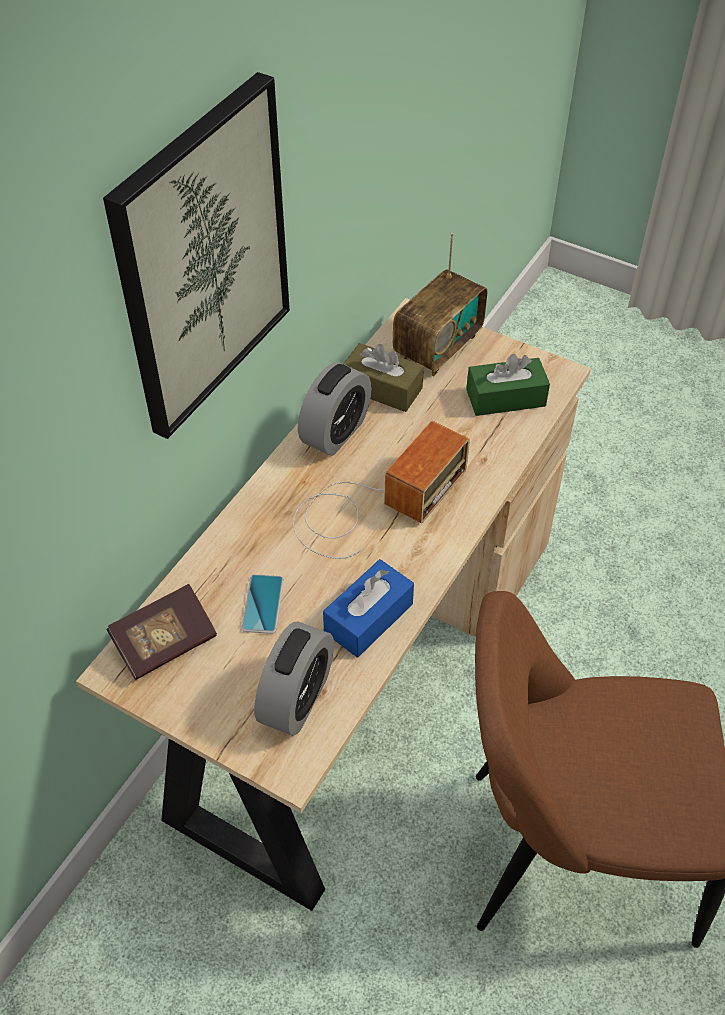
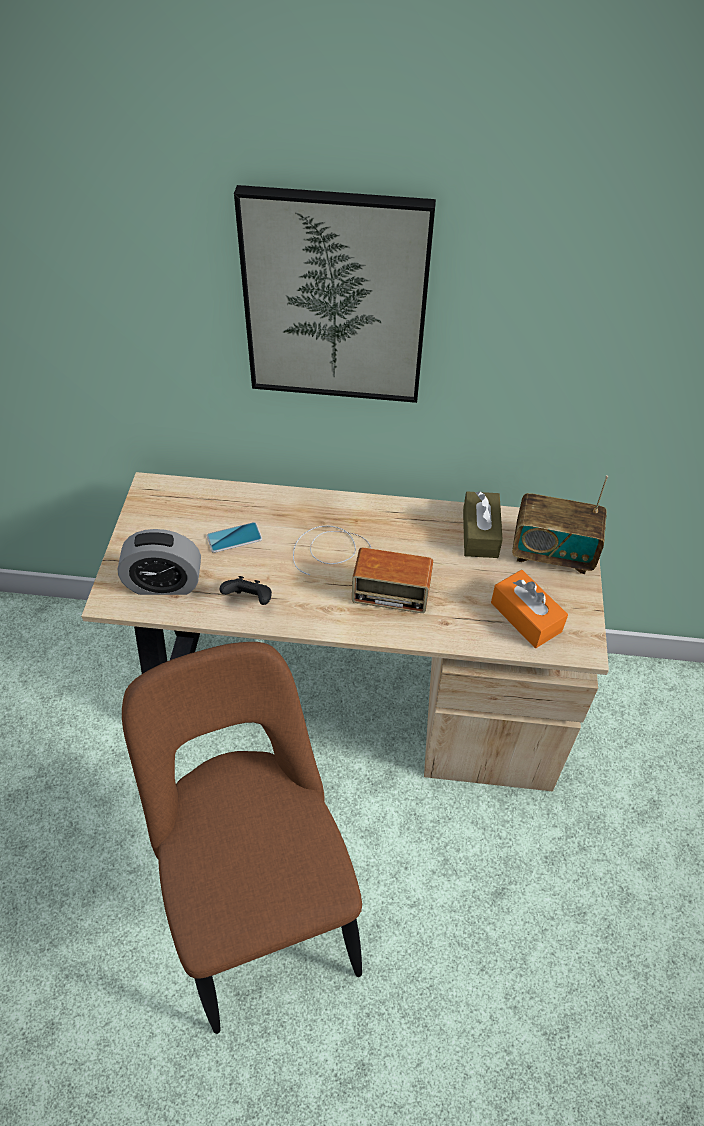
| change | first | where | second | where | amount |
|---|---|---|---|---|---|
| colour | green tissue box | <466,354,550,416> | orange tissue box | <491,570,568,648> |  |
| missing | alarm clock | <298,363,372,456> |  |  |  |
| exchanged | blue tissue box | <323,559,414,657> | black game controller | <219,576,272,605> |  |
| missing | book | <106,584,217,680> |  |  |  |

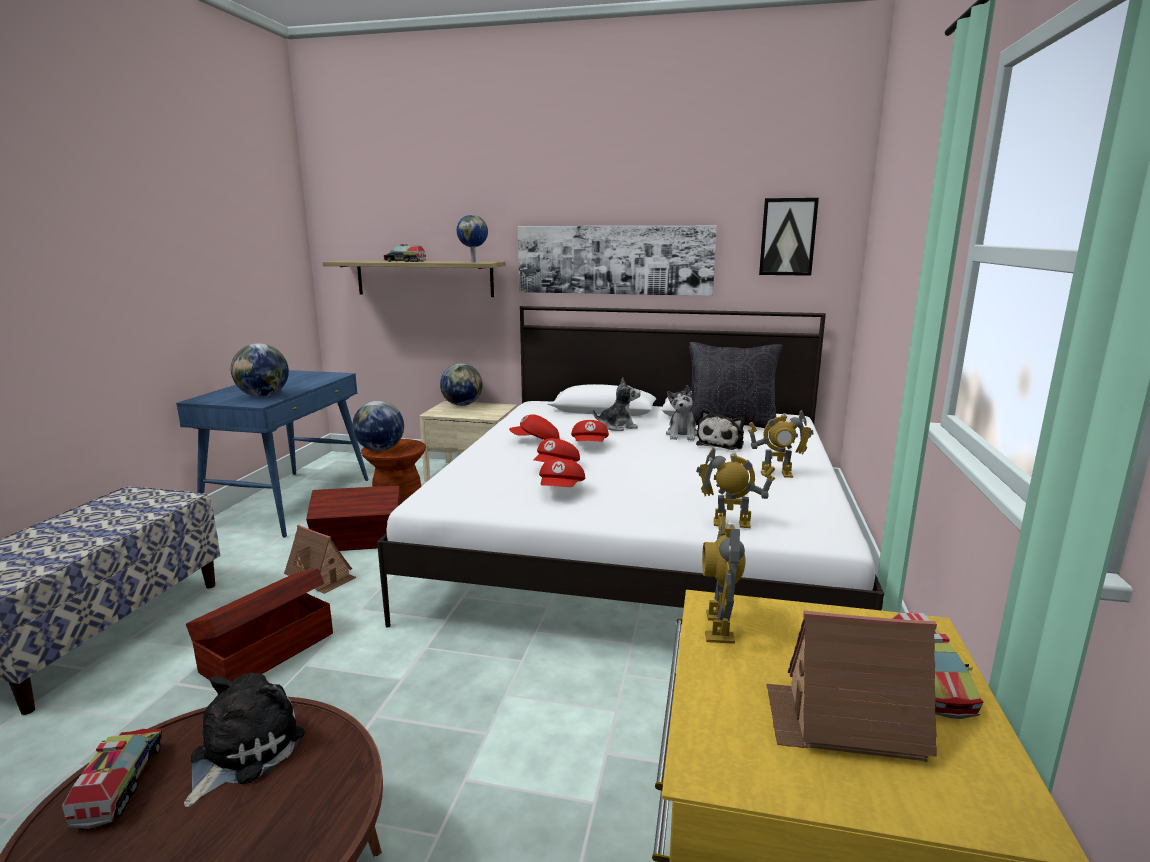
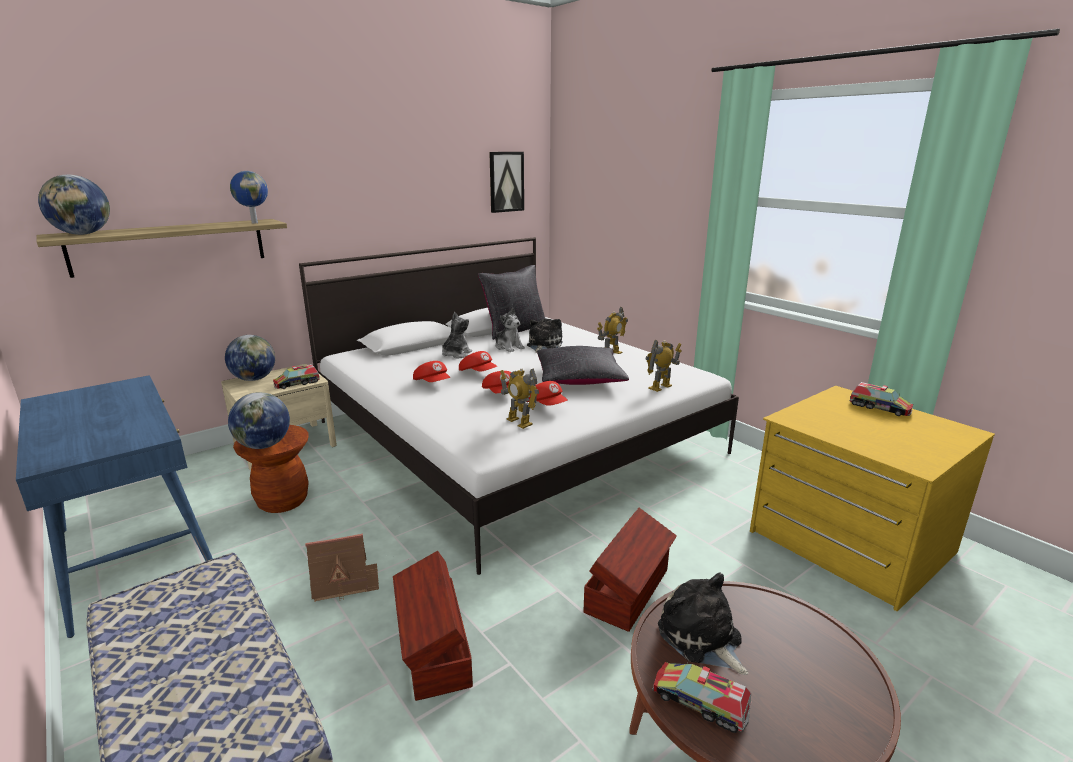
| change | first | where | second | where | amount |
|---|---|---|---|---|---|
| missing | picture | <518,226,717,296> |  |  |  |
| relocated | toy truck | <384,244,426,262> |  | <273,364,320,389> |  |
| relocated | globe | <231,343,289,397> |  | <38,175,110,235> |  |
| spun | plush toy | <696,409,744,450> |  | <527,319,563,353> | 135 degrees counterclockwise |
| spun | red cap | <509,414,560,440> |  | <413,361,450,382> | 75 degrees counterclockwise |
| relocated | brown storage box | <306,485,401,551> |  | <584,508,677,632> |  |
| relocated | toy robot | <702,516,745,644> |  | <500,368,539,429> |  |
| missing | toy house | <767,610,937,762> |  |  |  |
| appeared |  |  | black pillow | <537,346,629,385> |  |

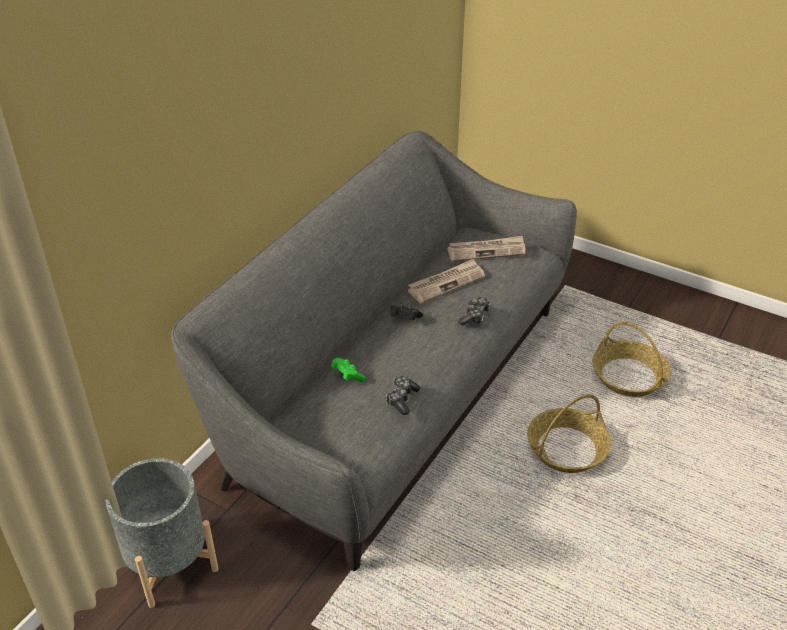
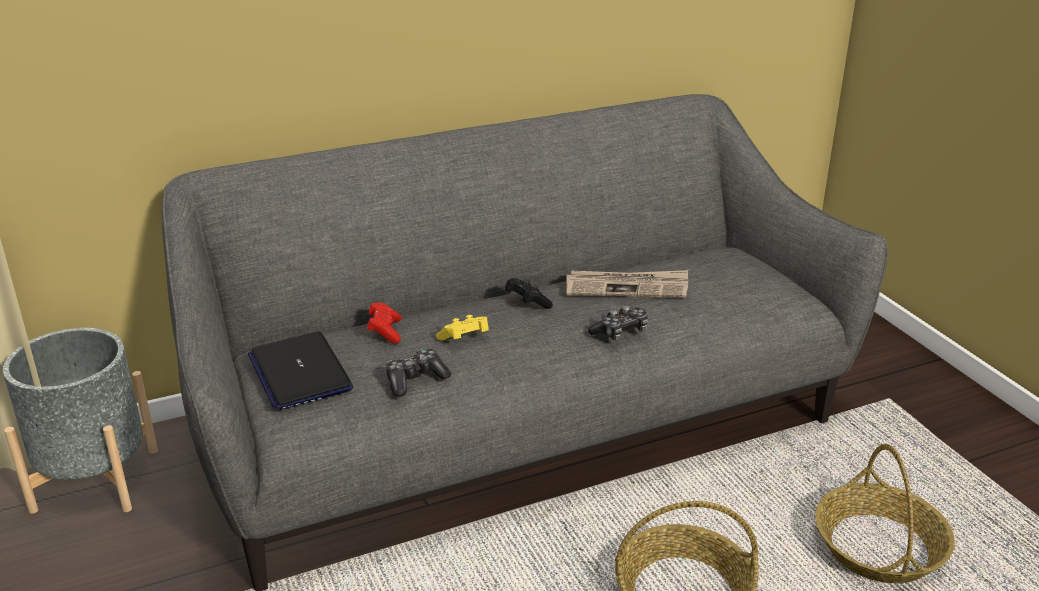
| change | first | where | second | where | amount |
|---|---|---|---|---|---|
| missing | newspaper | <447,236,525,262> |  |  |  |
| colour | green game controller | <331,358,366,382> | red game controller | <367,303,402,344> |  |
| appeared |  |  | yellow game controller | <436,315,489,340> |  |
| appeared |  |  | laptop | <248,331,353,410> |  |

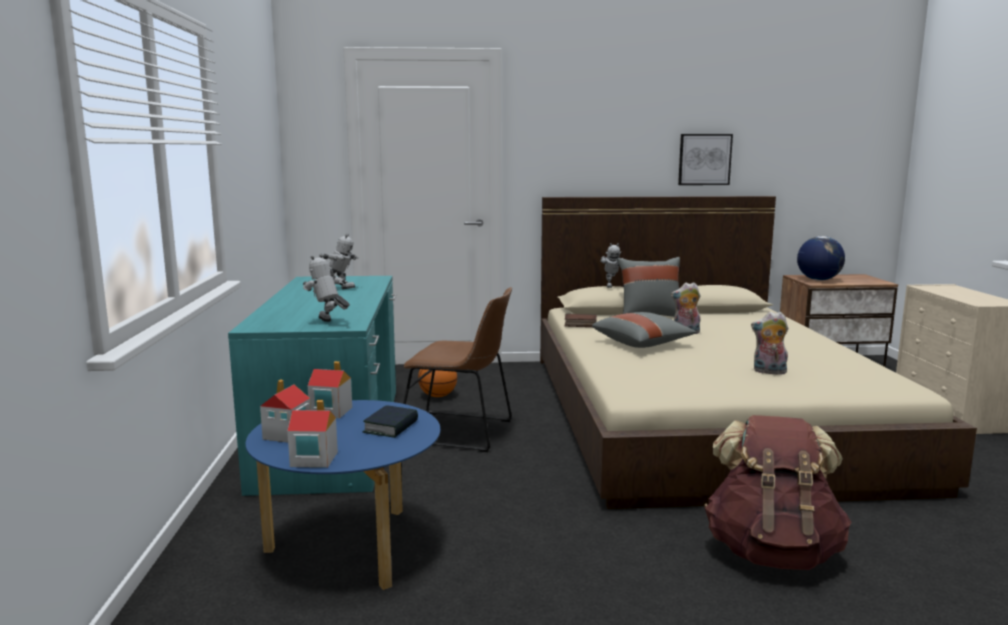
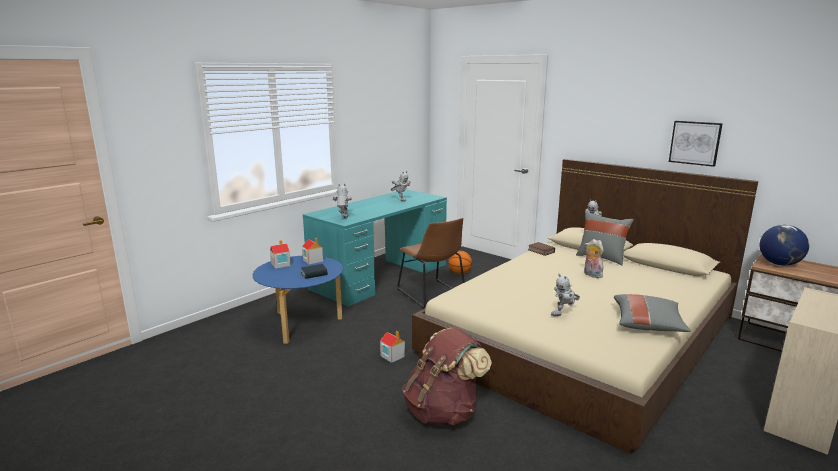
| change | first | where | second | where | amount |
|---|---|---|---|---|---|
| relocated | grey pillow | <592,312,696,348> |  | <614,294,691,332> |  |
| exchanged | plush toy | <751,312,789,375> | toy robot | <551,274,580,316> |  |
| relocated | toy house | <287,400,338,468> |  | <380,331,405,363> |  |

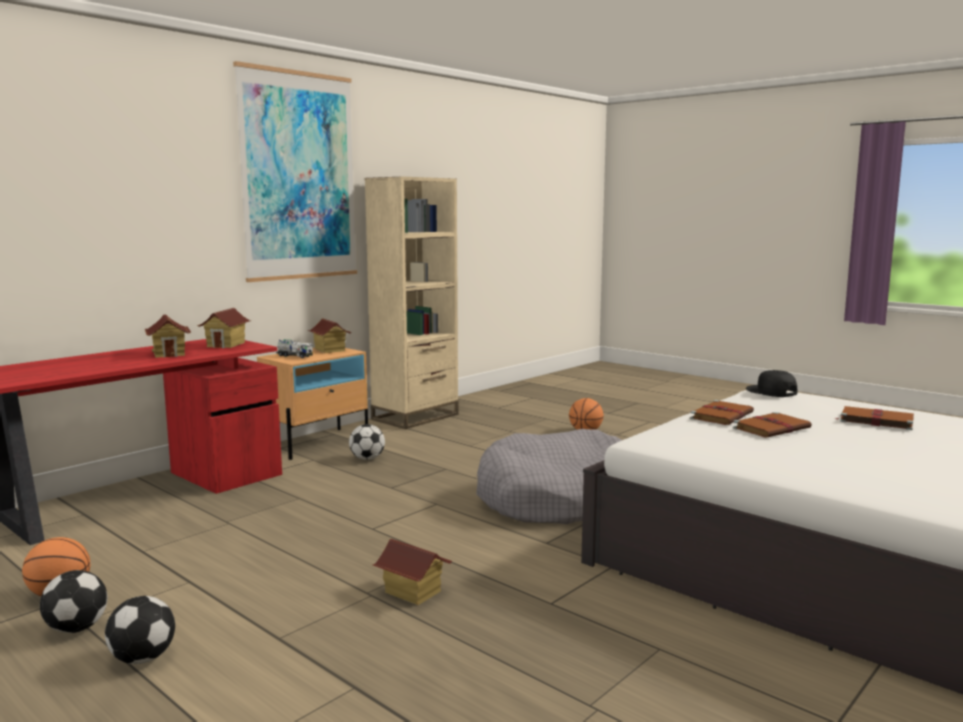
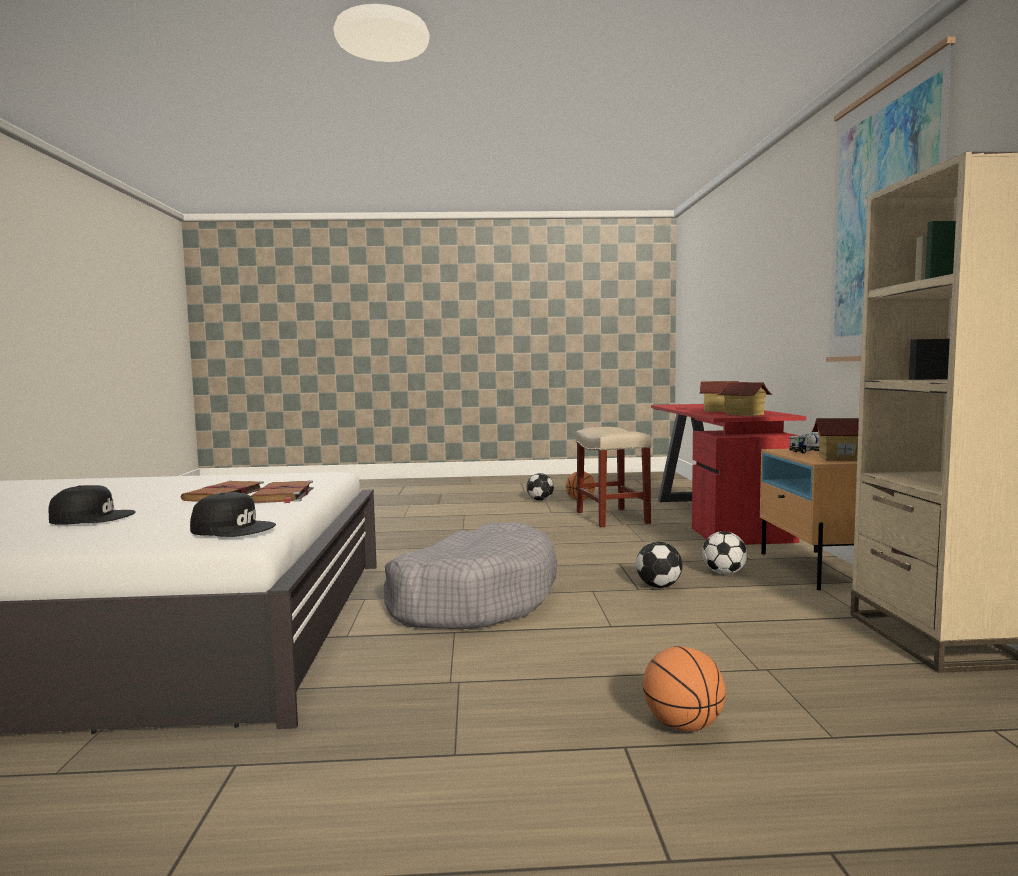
| change | first | where | second | where | amount |
|---|---|---|---|---|---|
| exchanged | brown book | <836,406,914,430> | black cap | <48,485,136,525> |  |
| missing | toy house | <373,539,452,605> |  |  |  |
| relocated | football | <105,596,175,664> |  | <636,542,683,588> |  |
| appeared |  |  | beige stool | <576,427,652,527> |  |

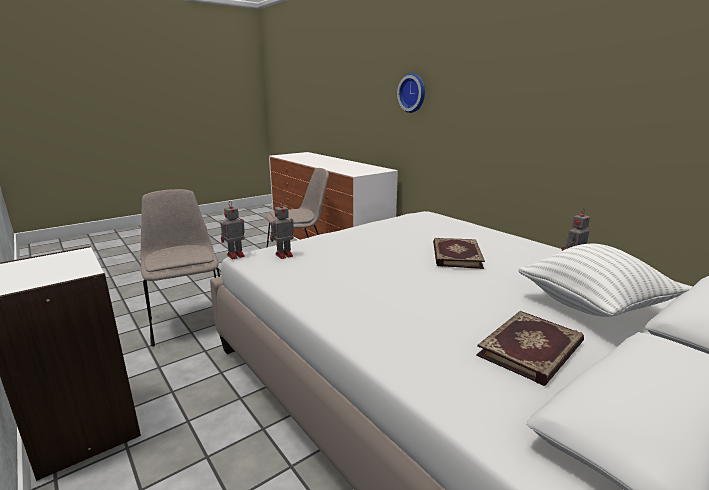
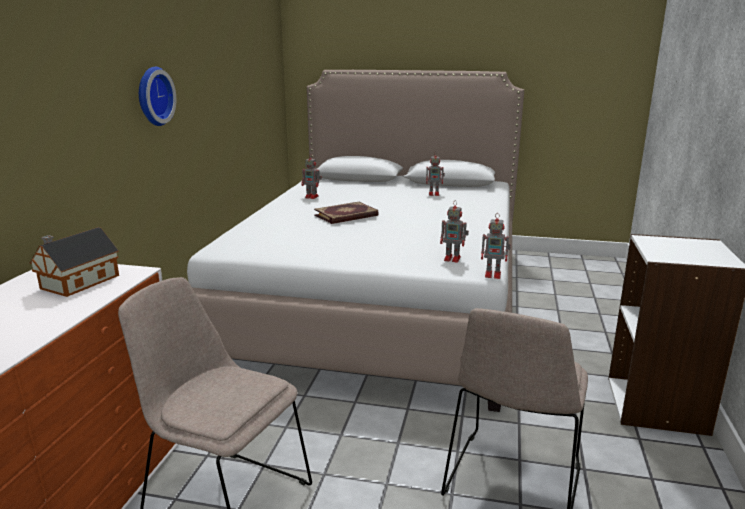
| change | first | where | second | where | amount |
|---|---|---|---|---|---|
| relocated | wall clock | <397,73,425,113> |  | <139,67,176,126> |  |
| missing | white pillow | <519,244,689,317> |  |  |  |
| exchanged | book | <476,311,584,386> | toy robot | <426,152,445,196> |  |
| appeared |  |  | toy house | <29,227,119,297> |  |

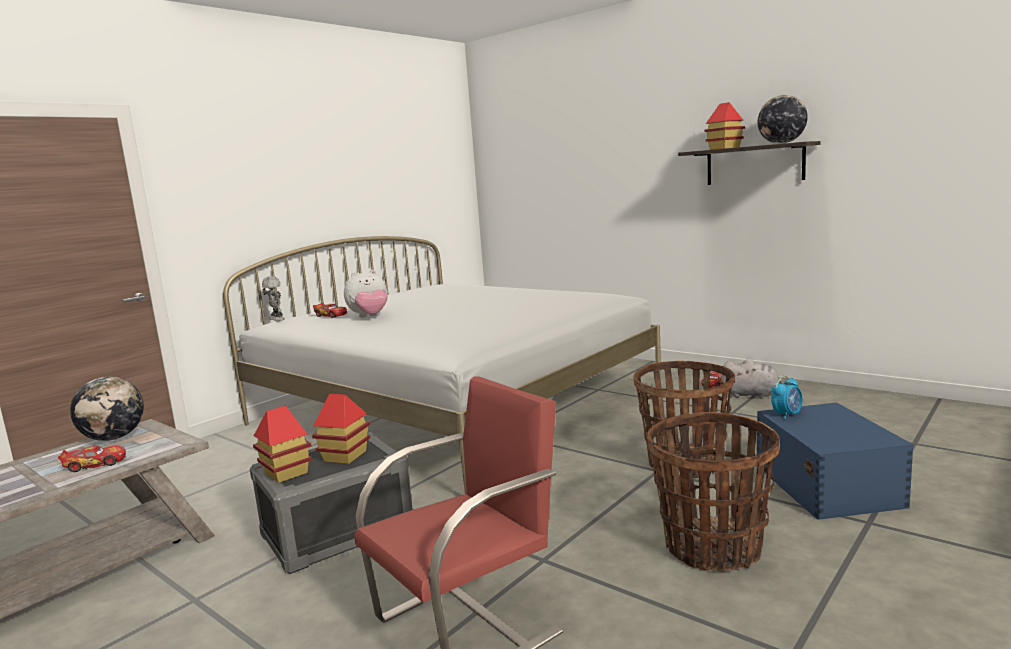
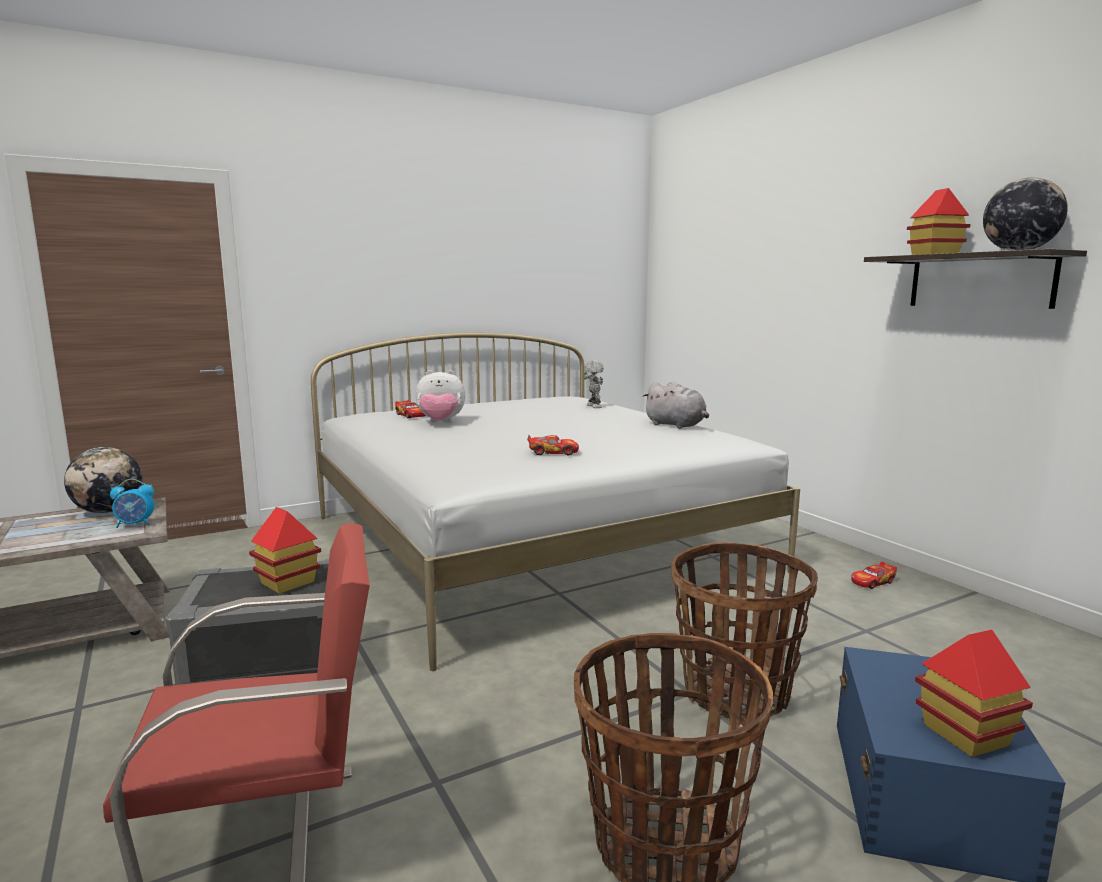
| change | first | where | second | where | amount |
|---|---|---|---|---|---|
| relocated | toy robot | <262,276,285,321> |  | <584,360,603,408> |  |
| relocated | grey plush toy | <721,360,784,399> |  | <643,381,709,429> |  |
| relocated | alarm clock | <771,375,802,420> |  | <110,479,154,528> |  |
| relocated | toy house | <253,406,312,483> |  | <915,629,1033,757> |  |
| relocated | toy car | <58,445,126,472> |  | <527,435,579,455> |  |

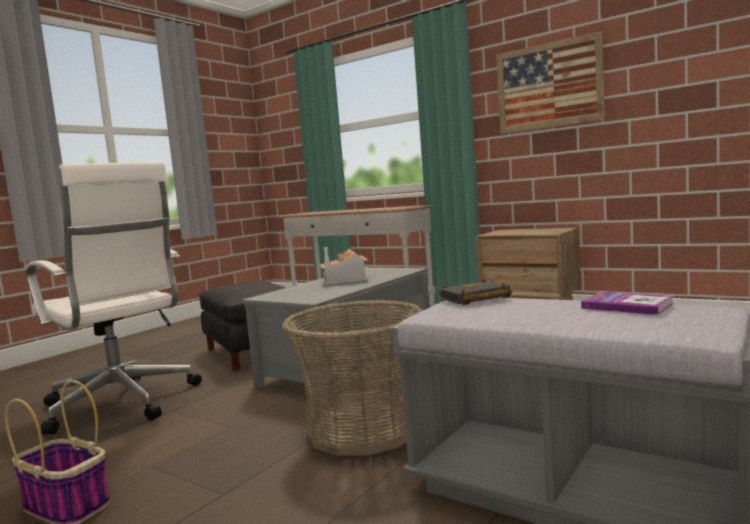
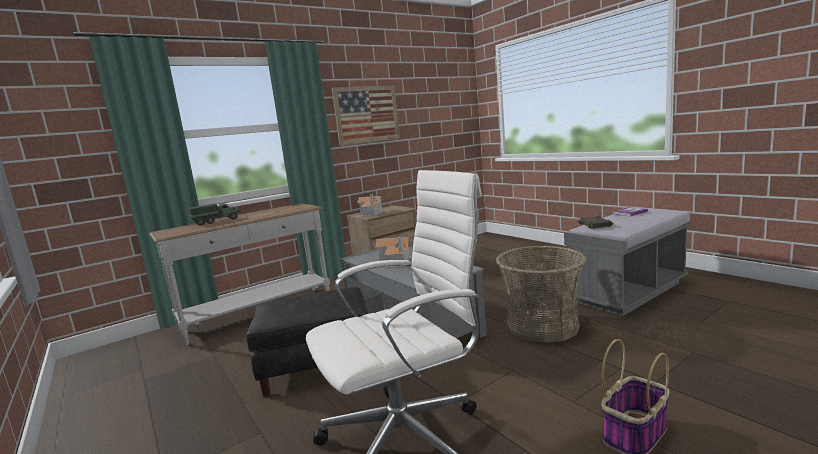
| change | first | where | second | where | amount |
|---|---|---|---|---|---|
| appeared |  |  | toy house | <357,194,384,217> |  |
| appeared |  |  | toy truck | <188,203,241,226> |  |

